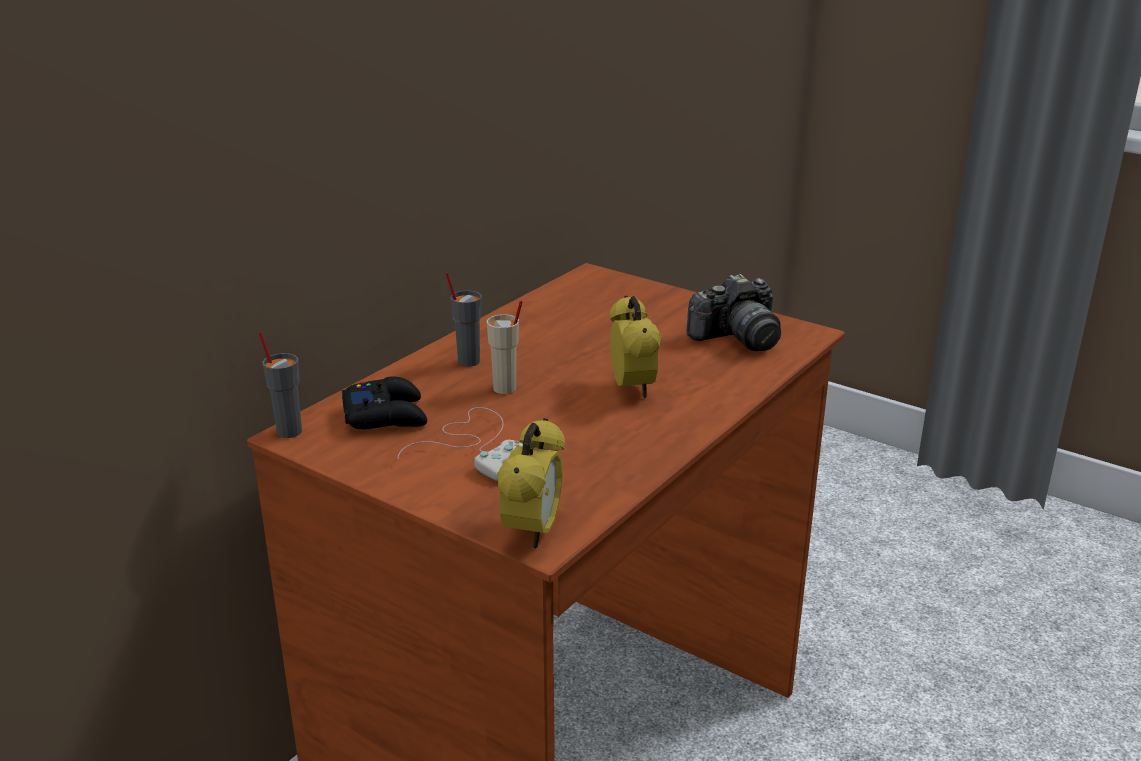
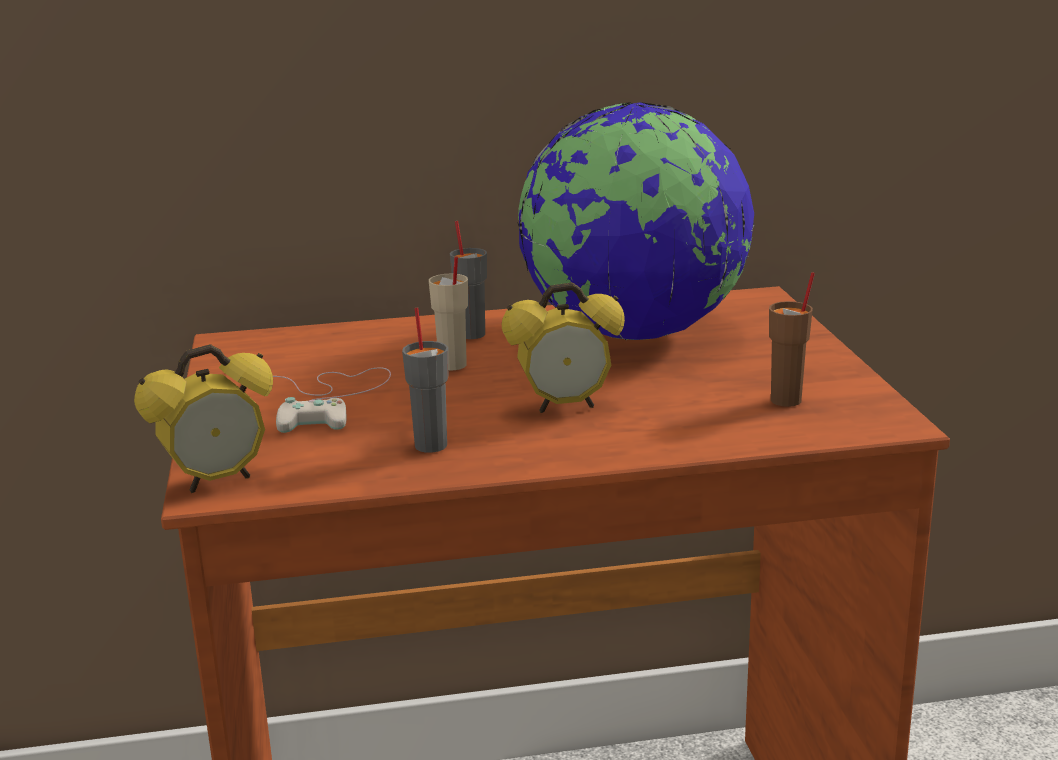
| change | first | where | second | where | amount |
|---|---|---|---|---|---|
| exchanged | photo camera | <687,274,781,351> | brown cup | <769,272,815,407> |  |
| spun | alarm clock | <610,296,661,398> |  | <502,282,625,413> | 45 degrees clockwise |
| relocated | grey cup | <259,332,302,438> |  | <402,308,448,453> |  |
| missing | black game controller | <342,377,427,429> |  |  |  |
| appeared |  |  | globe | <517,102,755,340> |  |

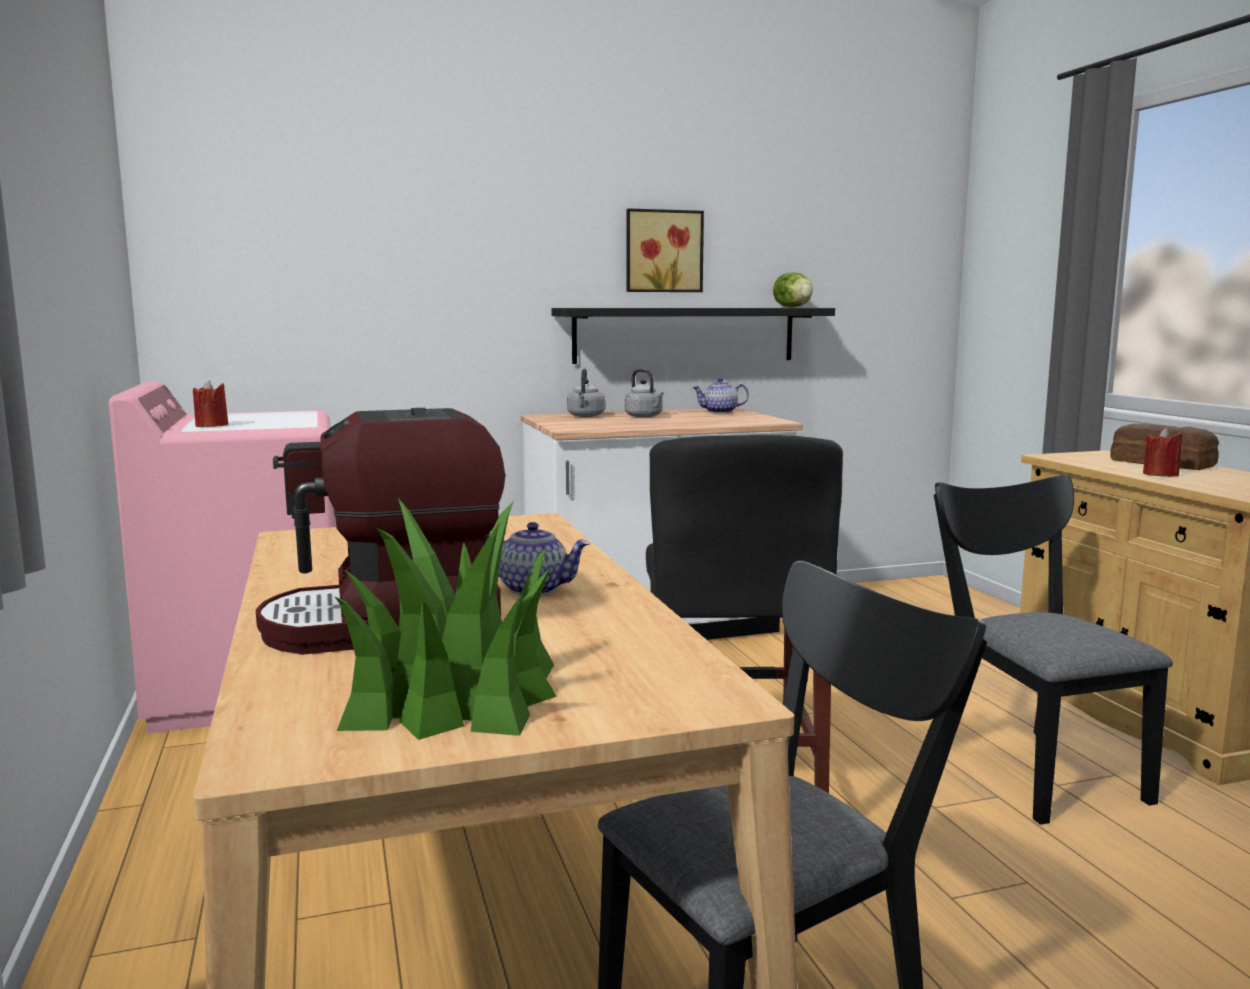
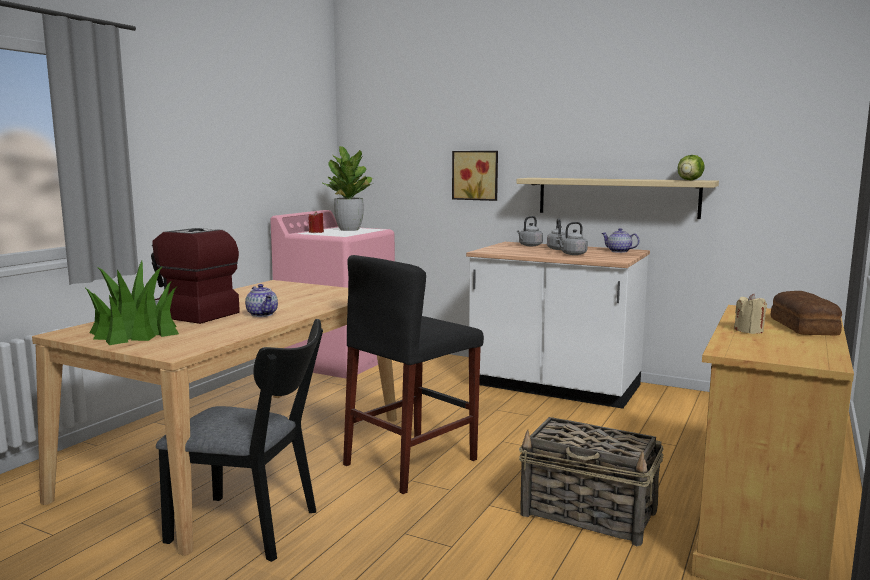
| change | first | where | second | where | amount |
|---|---|---|---|---|---|
| relocated | picture | <626,208,704,292> |  | <452,151,498,201> |  |
| colour | black shelf | <551,308,835,364> | beige shelf | <516,178,719,219> |  |
| colour | red candle | <1143,428,1183,477> | beige candle | <734,293,767,334> |  |
| exchanged | black chair | <934,475,1173,825> | basket | <519,417,664,546> |  |
| appeared |  |  | potted plant | <323,146,373,231> |  |
| appeared |  |  | grey kettle | <556,222,588,255> |  |

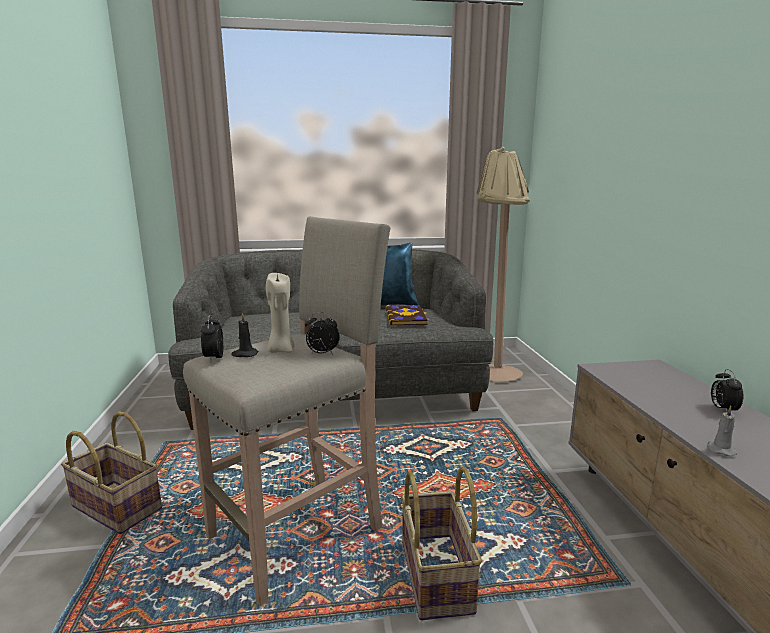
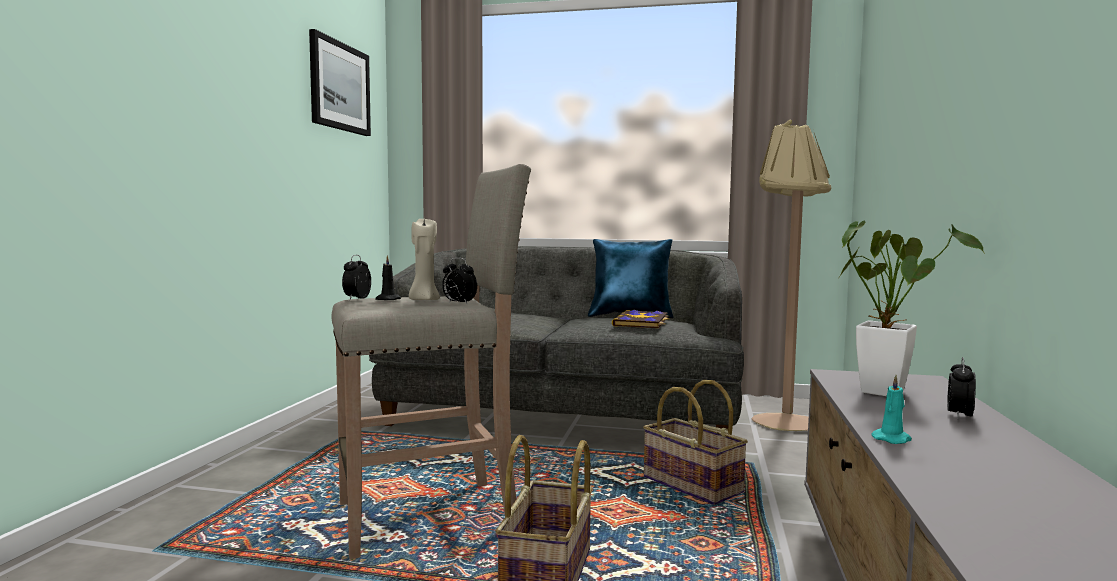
| change | first | where | second | where | amount |
|---|---|---|---|---|---|
| colour | grey candle | <707,406,737,457> | turquoise candle | <871,375,912,444> |  |
| relocated | basket | <61,412,162,534> |  | <643,380,748,505> |  |
| appeared |  |  | picture | <309,29,371,136> |  |
| appeared |  |  | potted plant | <840,221,985,396> |  |

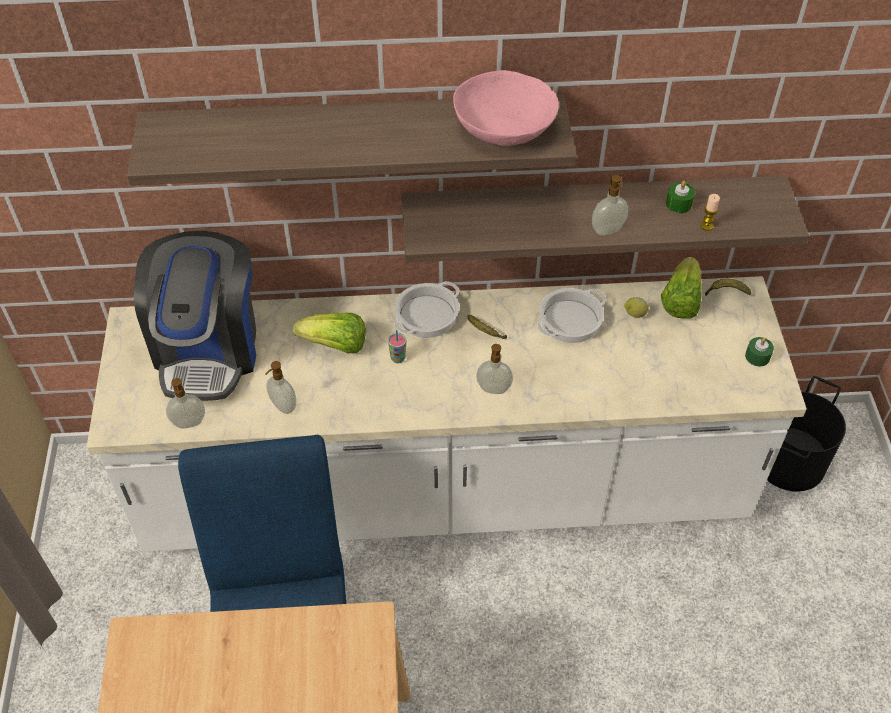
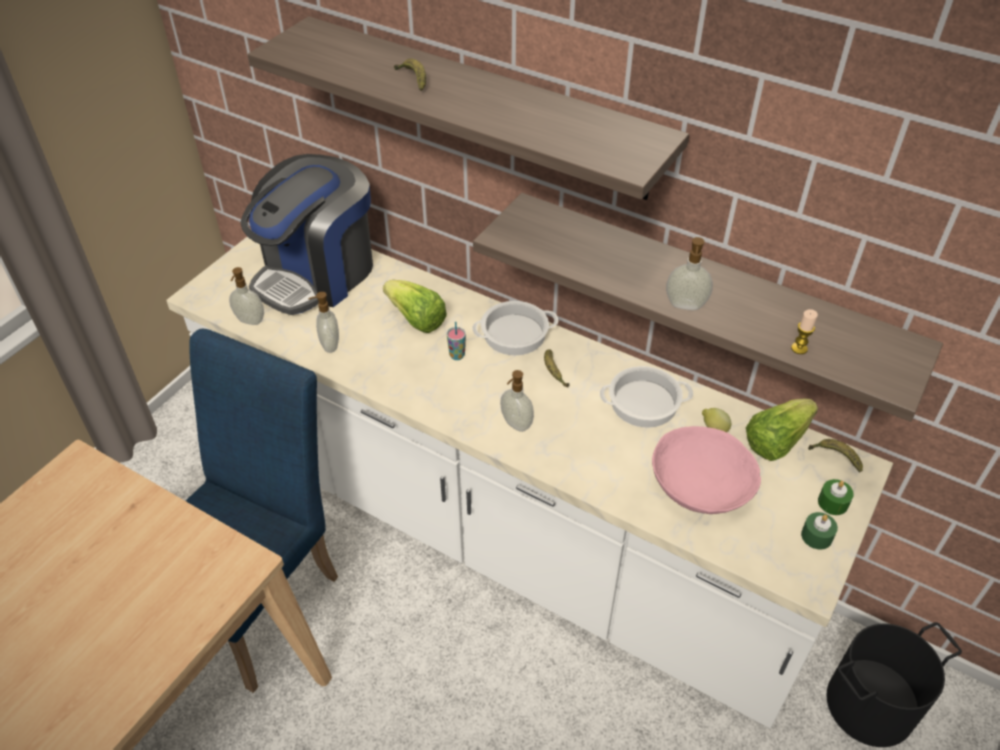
| change | first | where | second | where | amount |
|---|---|---|---|---|---|
| relocated | pink bowl | <453,70,559,146> |  | <652,426,761,514> |  |
| relocated | green candle | <666,181,695,213> |  | <818,479,854,515> |  |
| appeared |  |  | banana | <394,58,426,91> |  |

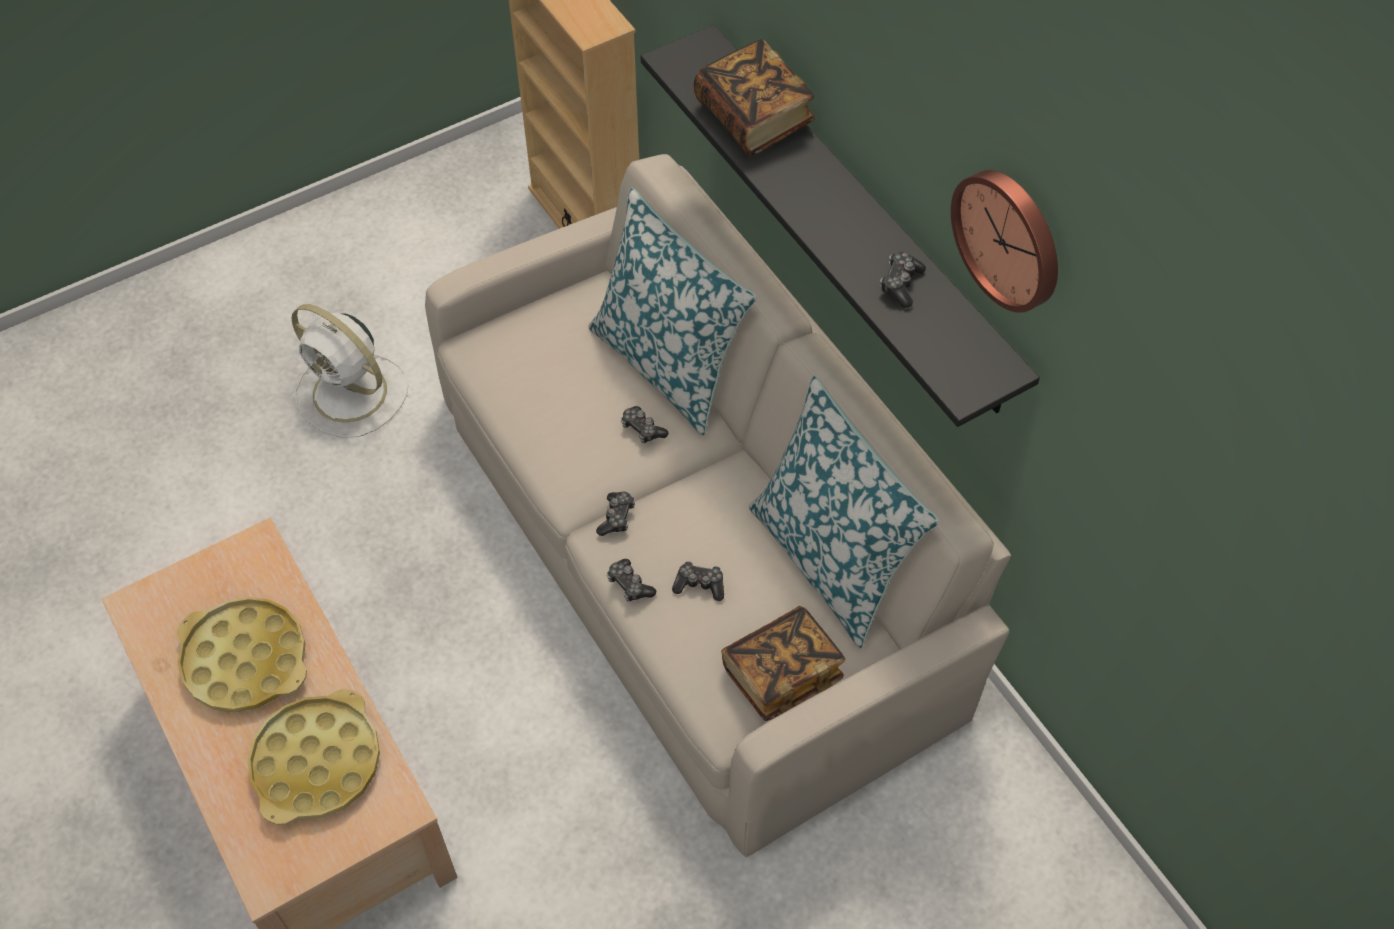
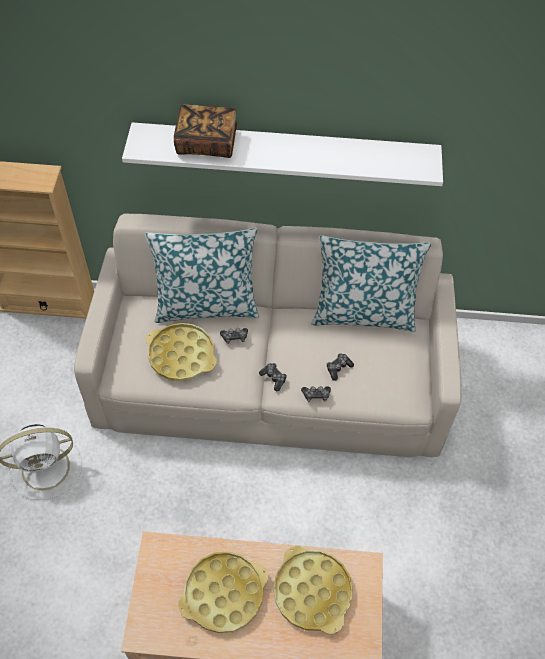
| change | first | where | second | where | amount |
|---|---|---|---|---|---|
| colour | black shelf | <640,25,1040,427> | white shelf | <122,122,443,186> |  |
| missing | wall clock | <951,170,1058,313> |  |  |  |
| missing | game controller | <880,252,926,308> |  |  |  |
| missing | book | <721,606,845,721> |  |  |  |
| appeared |  |  | yellow tray | <146,323,217,381> |  |

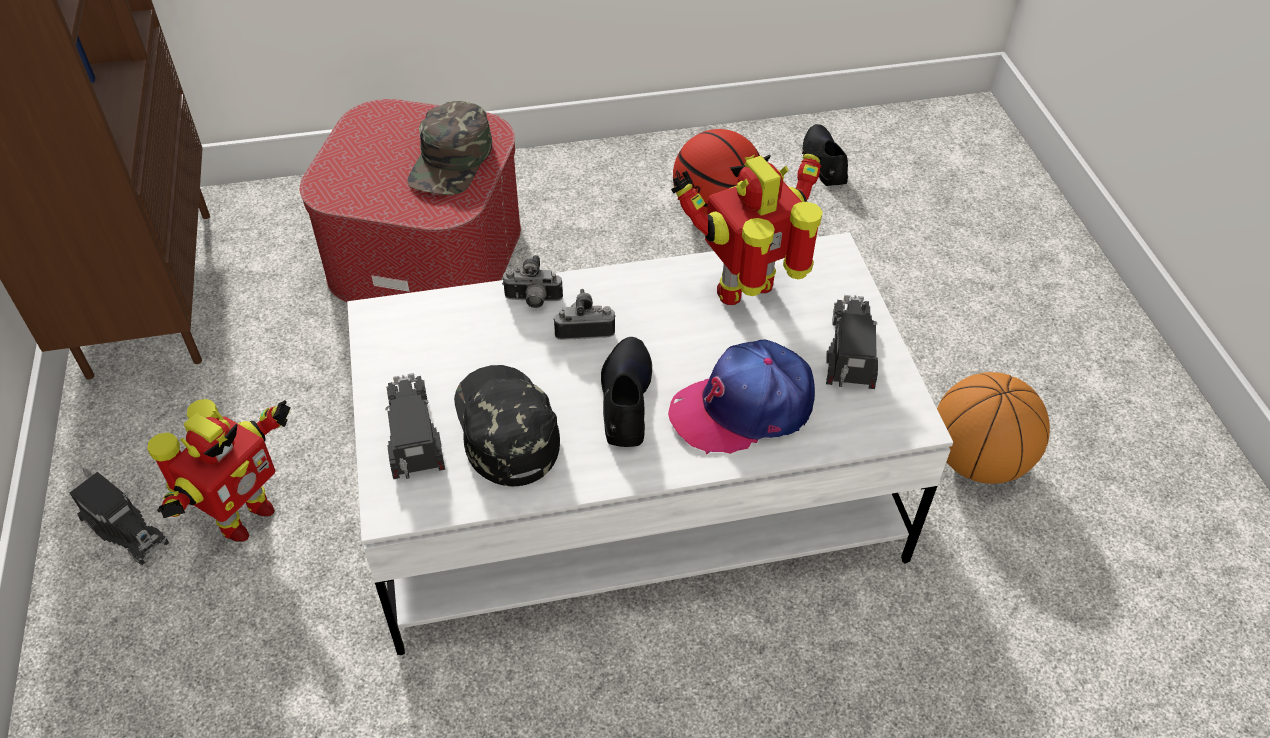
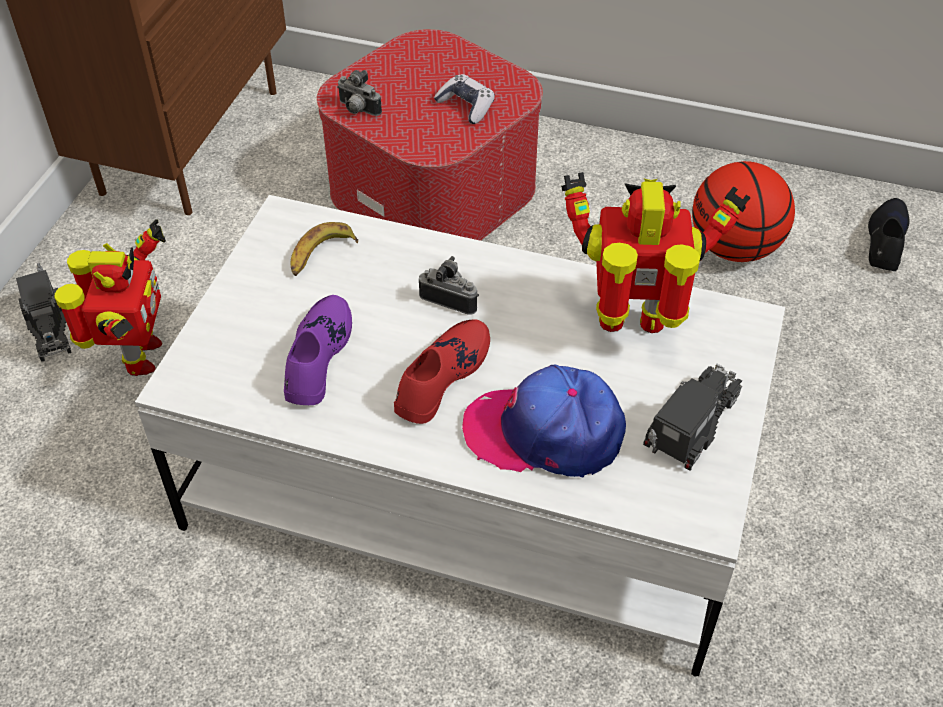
| change | first | where | second | where | amount |
|---|---|---|---|---|---|
| exchanged | green cap | <407,101,492,195> | game controller | <434,74,495,124> |  |
| relocated | photo camera | <502,255,563,308> |  | <337,70,382,116> |  |
| colour | black shoe | <601,337,652,447> | red shoe | <394,319,490,424> |  |
| exchanged | black cap | <454,365,560,486> | purple shoe | <284,295,352,405> |  |
| missing | basketball | <937,372,1050,484> |  |  |  |
| missing | toy truck | <385,373,445,479> |  |  |  |
| spun | toy robot | <147,399,291,542> |  | <54,219,166,376> | 60 degrees counterclockwise |
| appeared |  |  | banana | <291,222,358,276> |  |

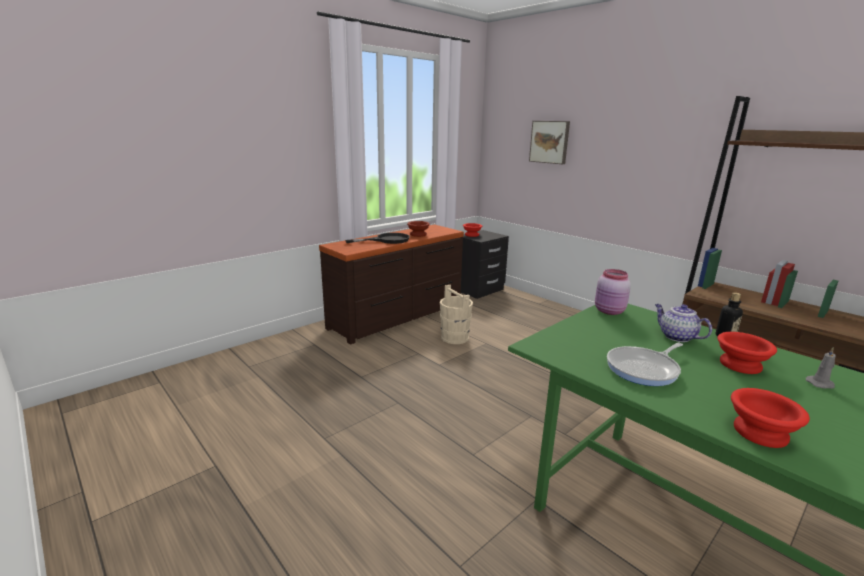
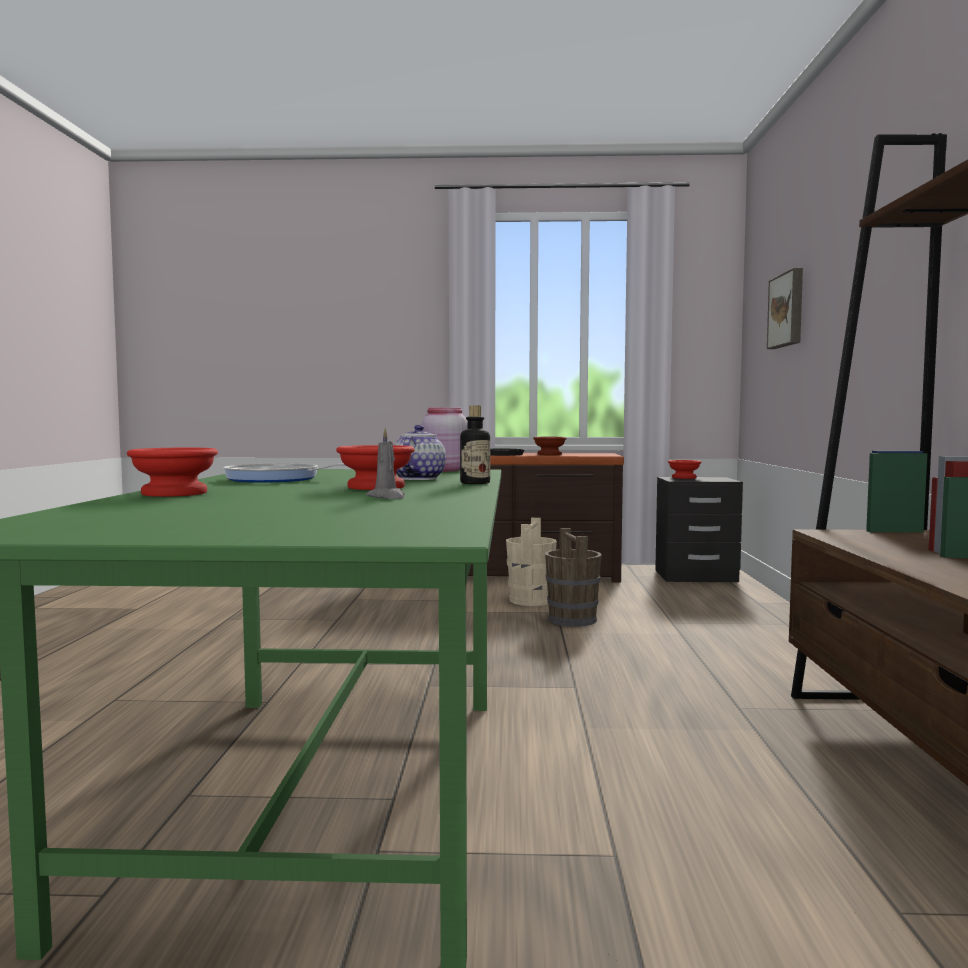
| change | first | where | second | where | amount |
|---|---|---|---|---|---|
| appeared |  |  | brown bucket | <545,528,602,627> |  |

